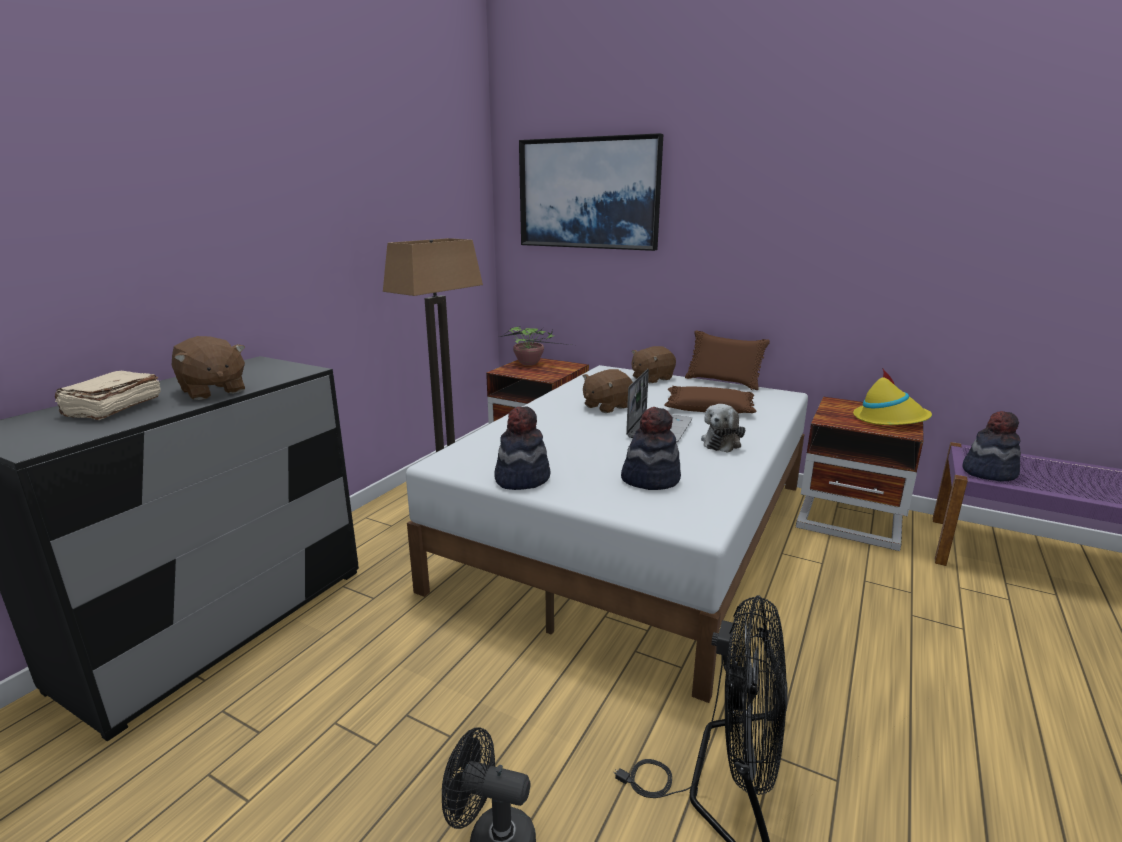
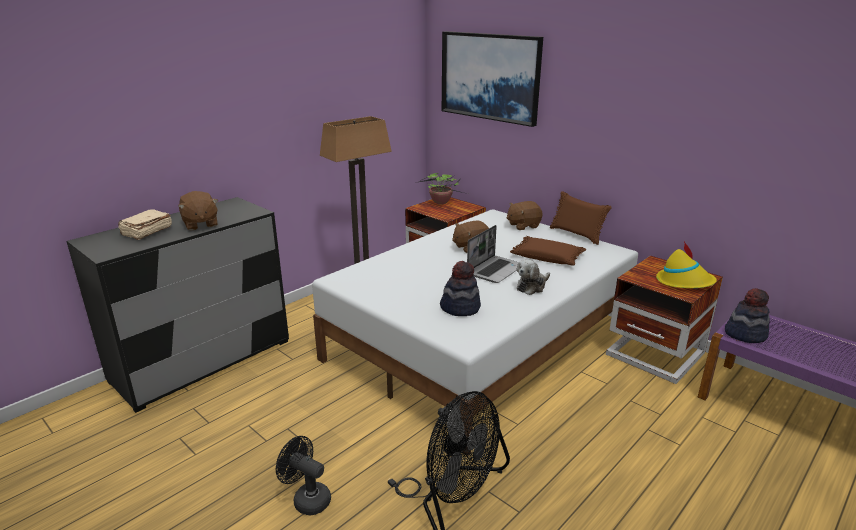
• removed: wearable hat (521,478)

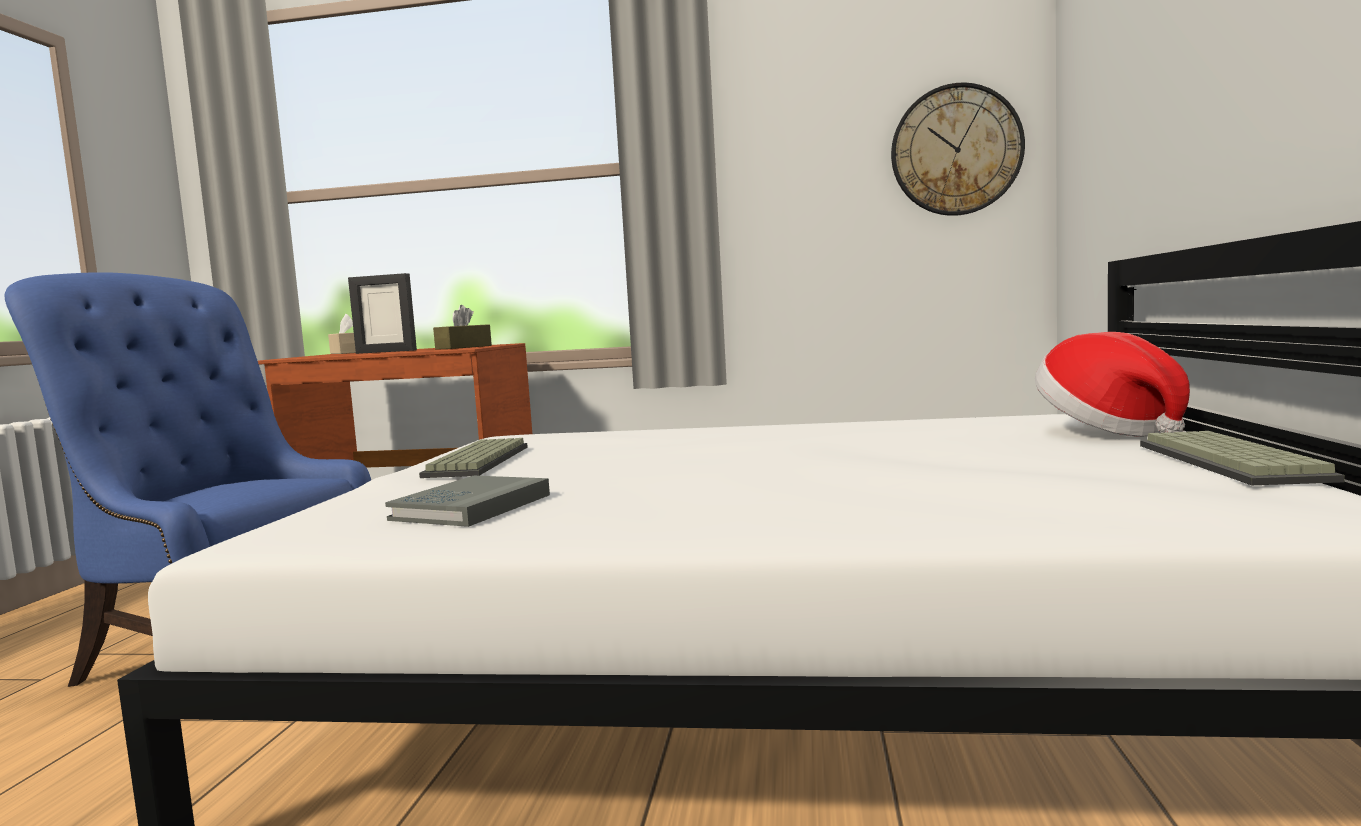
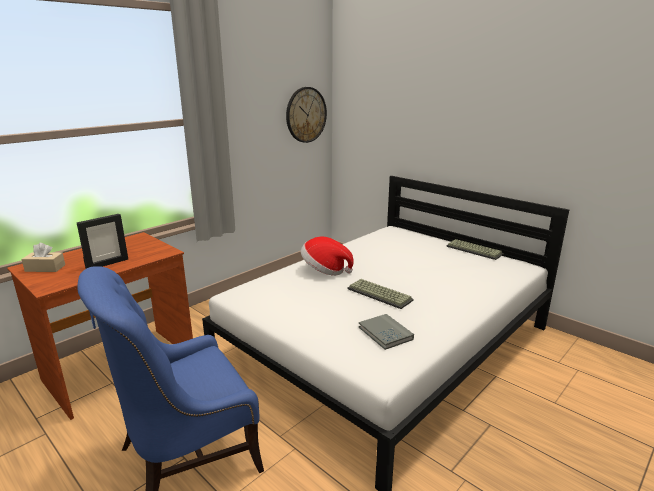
• removed: brown-coloured tissue box (463,347)
• moved: PC keyboard (480,461) to (380,294)
• moved: wearable hat (1107,430) to (325,270)

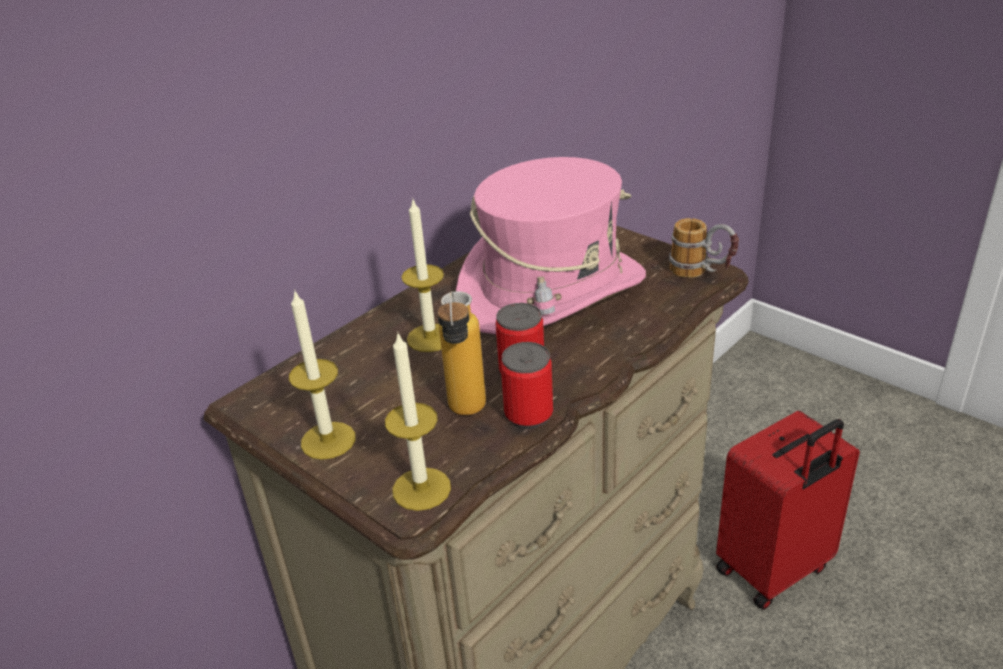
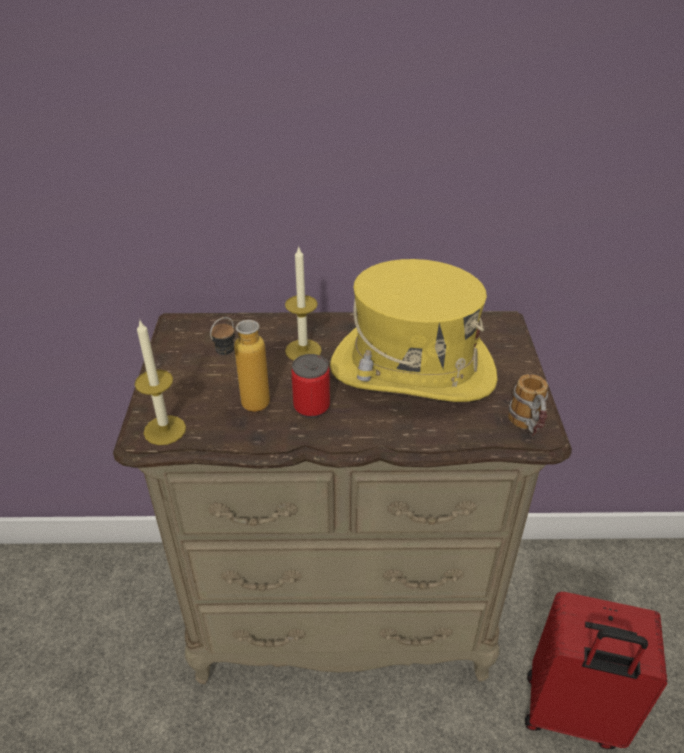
• removed: wax candle (328,440)
• removed: sealed can (528,414)
• recoloured: pink-coloured wearable hat (551,291) to yellow wearable hat (412,370)

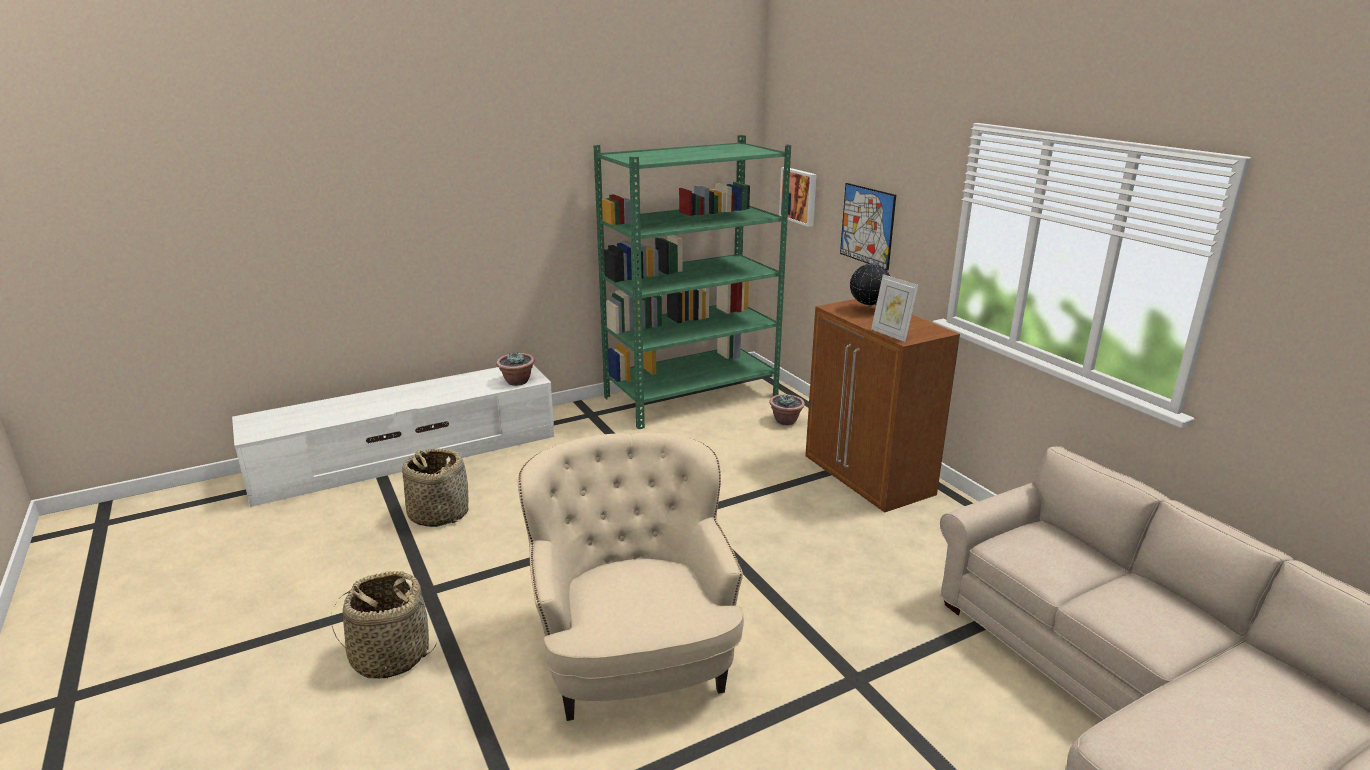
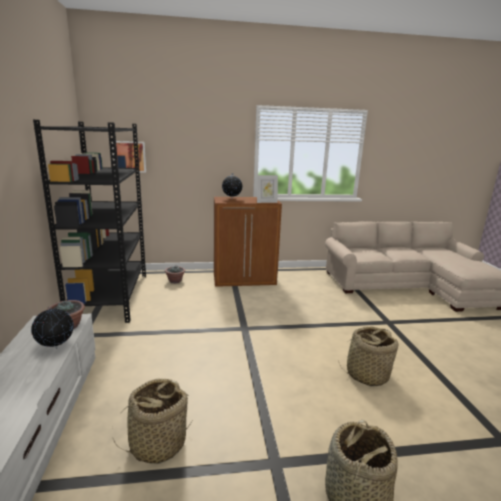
• removed: picture (867,225)
• added: globe (56,348)
• replaced: sand-coloured armchair (634,654) to household basket (366,374)
• recoloured: green-coloured shelving unit (691,396) to blackish shelving unit (111,296)

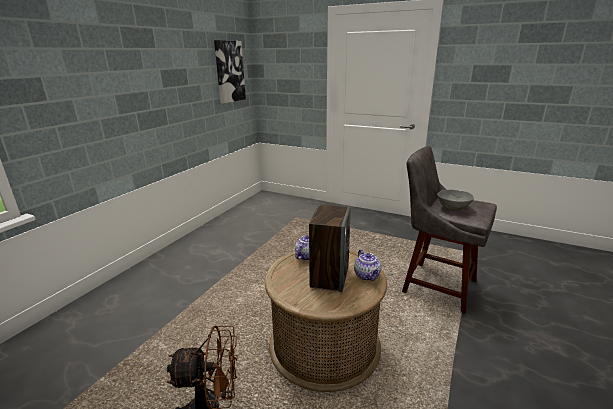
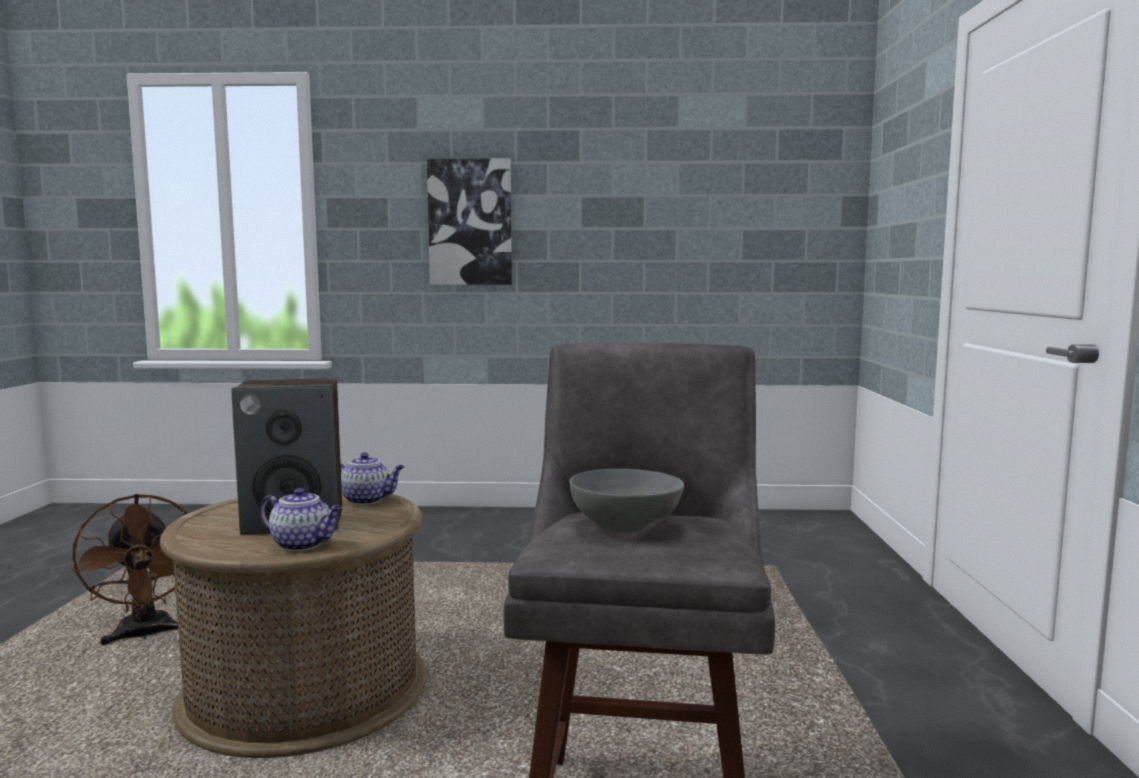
• moved: picture (229,71) to (470,222)
• turned: teapot (367,276) = (303,544) 120 degrees counterclockwise

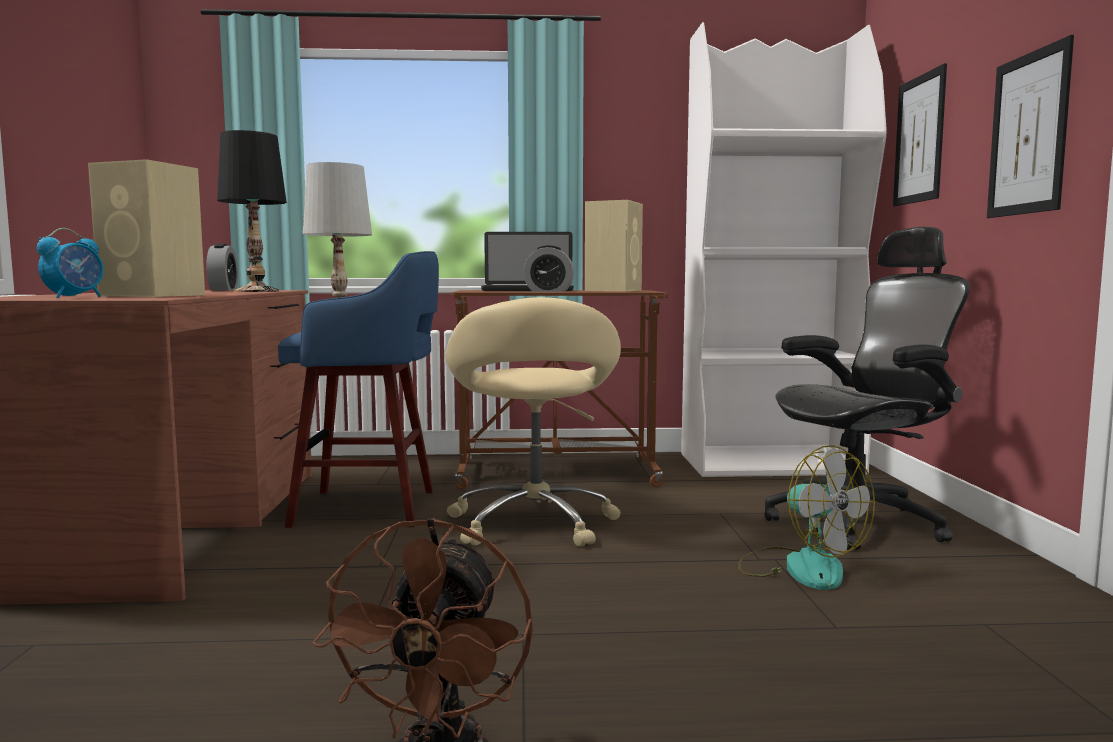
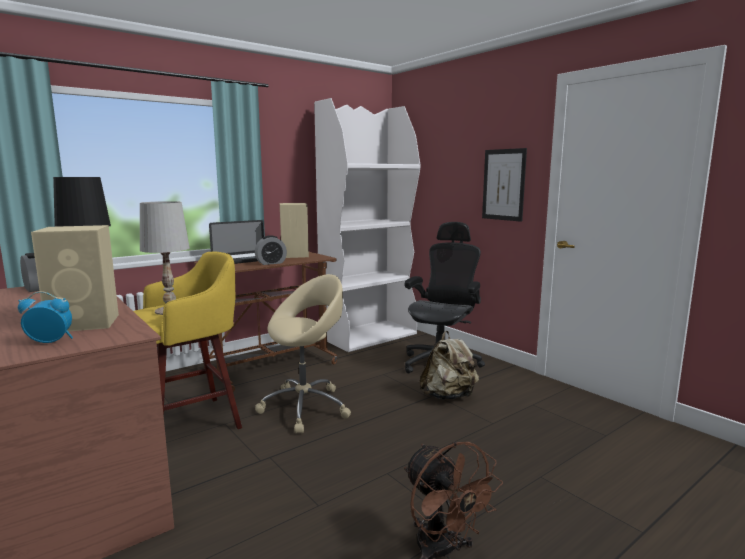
• removed: picture (919,139)
• replaced: fan (800,567) to sand-coloured backpack (448,396)
• recoloured: blue-coloured sitting stool (370,508) to yellow sitting stool (193,422)
• turned: table clock (75,297) = (50,341) 90 degrees counterclockwise
• turned: sand-coloured office chair (533,525) = (306,407) 75 degrees counterclockwise

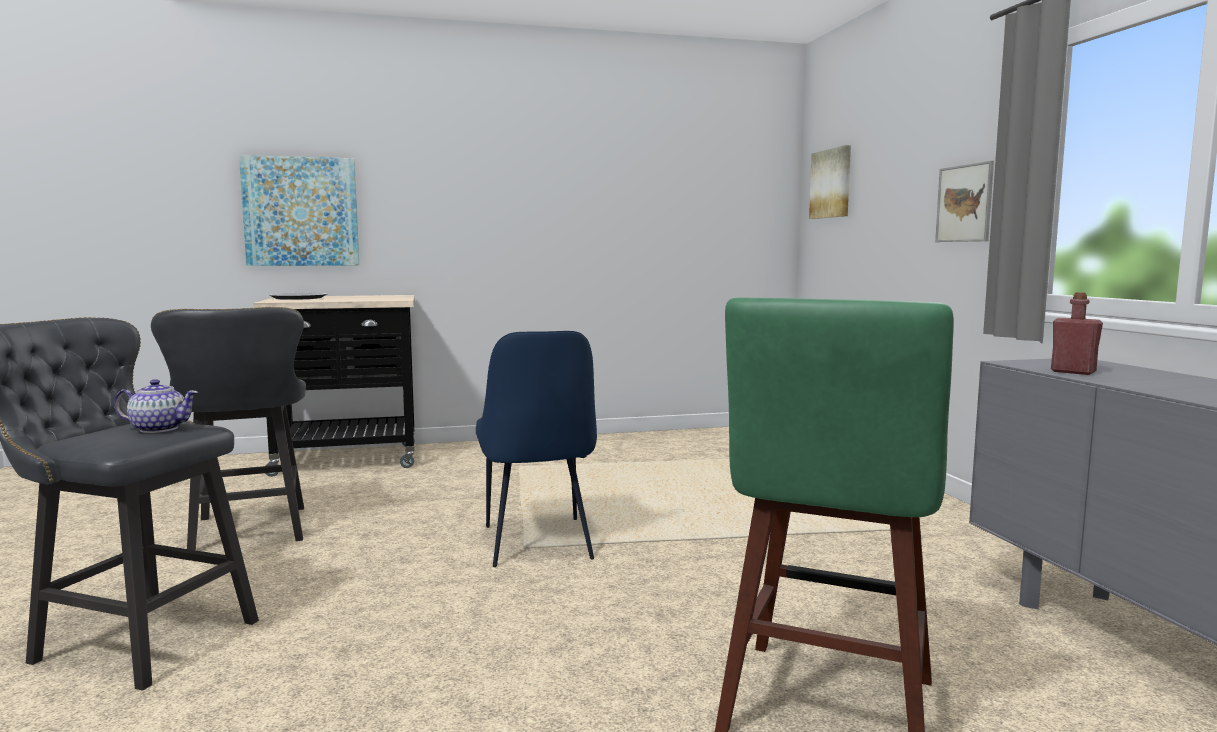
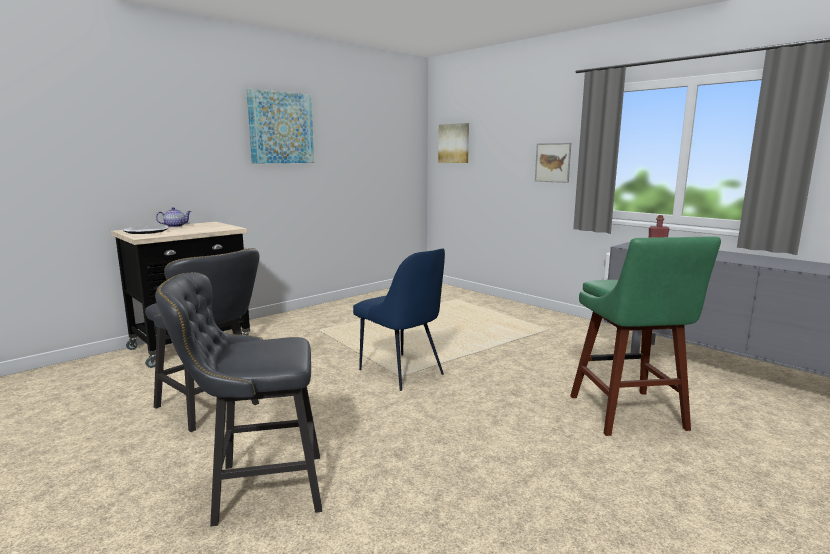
• moved: teapot (158,429) to (175,226)
• moved: picture (301,212) to (281,128)

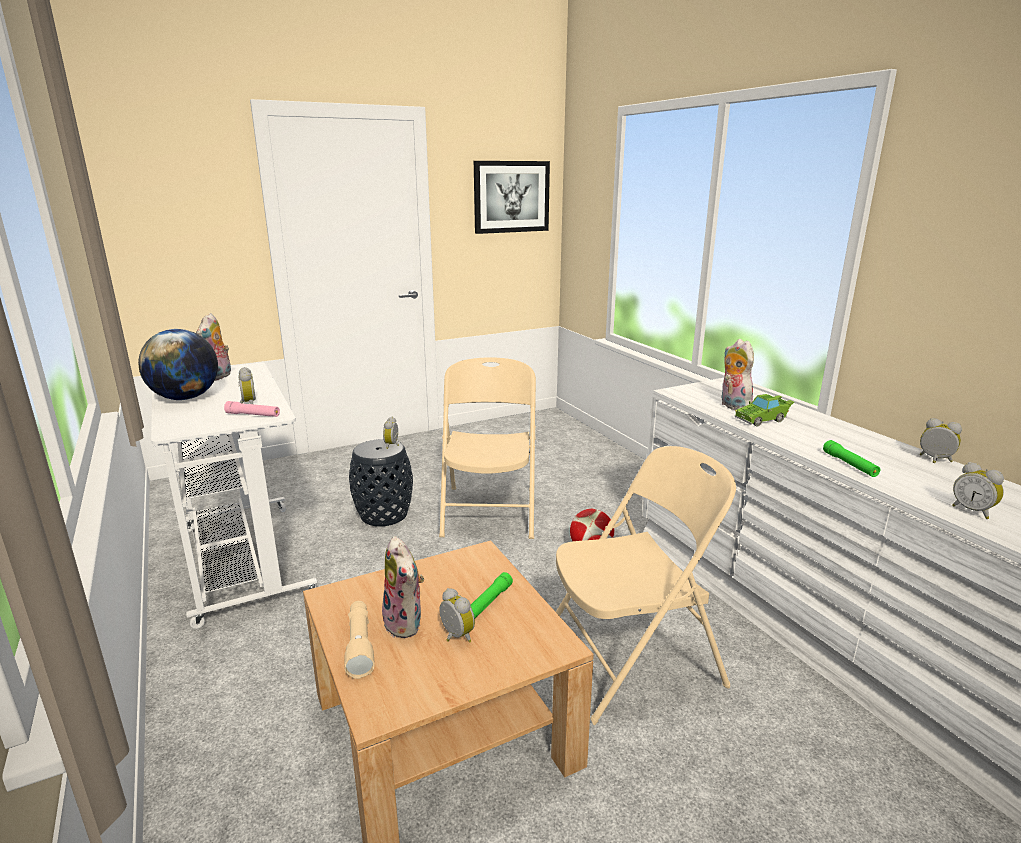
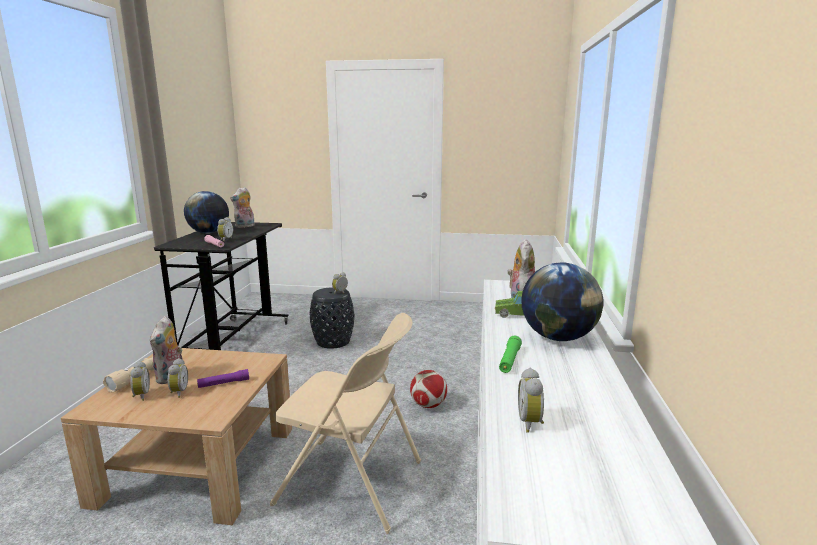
• removed: sand-coloured upright chair (490,512)
• removed: picture (511,197)
• added: globe (558,337)
• moved: table clock (934,460) to (140,396)
• recoloured: white-coloured desk table (245,561) to blackish desk table (235,343)
• recoloured: green-coloured hand torch (488,602) to purple-coloured hand torch (223,383)

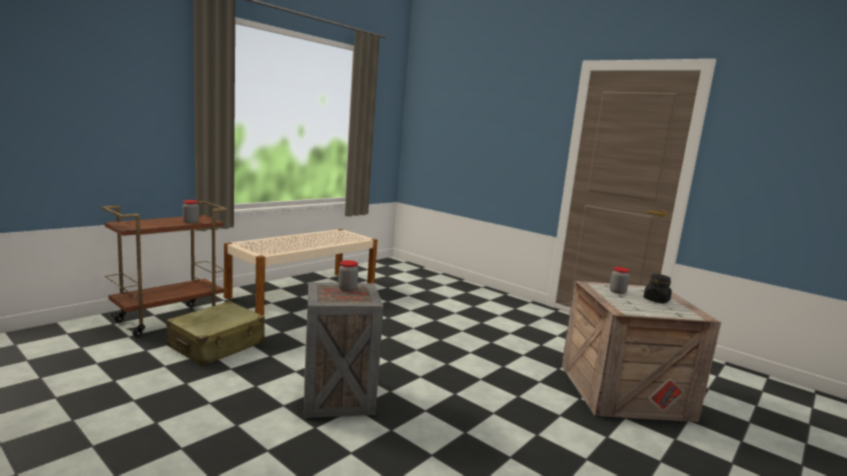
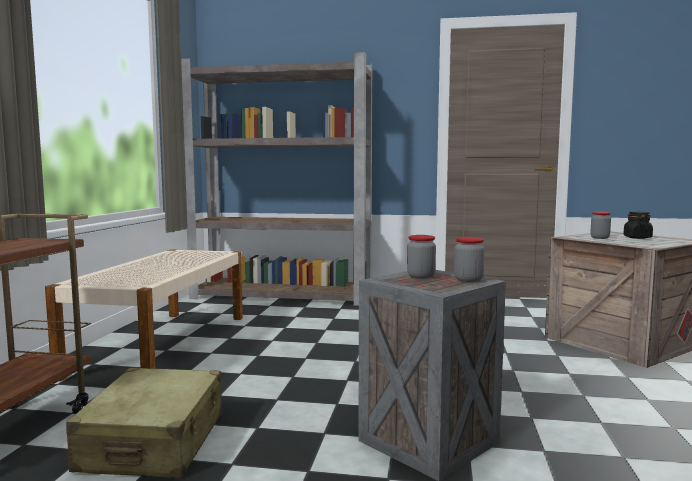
• added: brown-coloured shelving unit (282,295)
• moved: jar (190,222) to (468,280)

